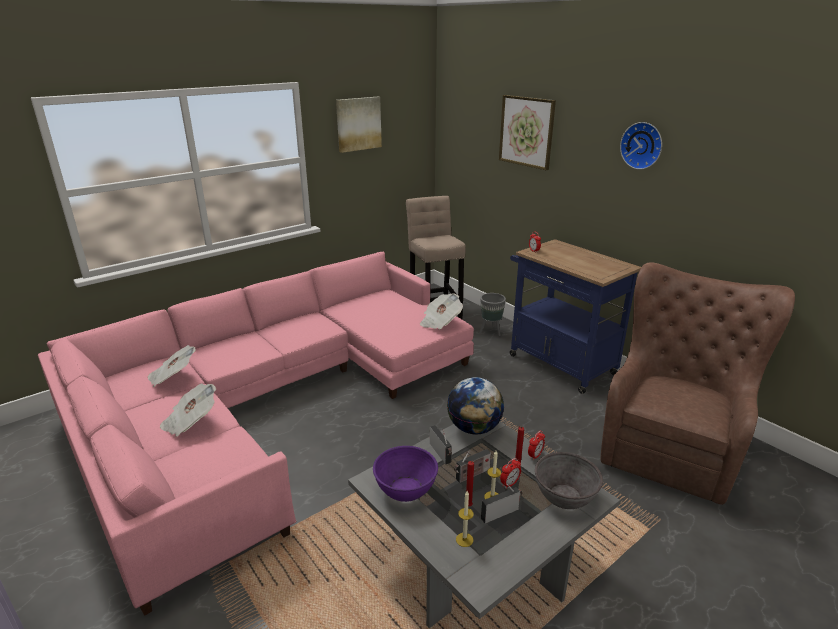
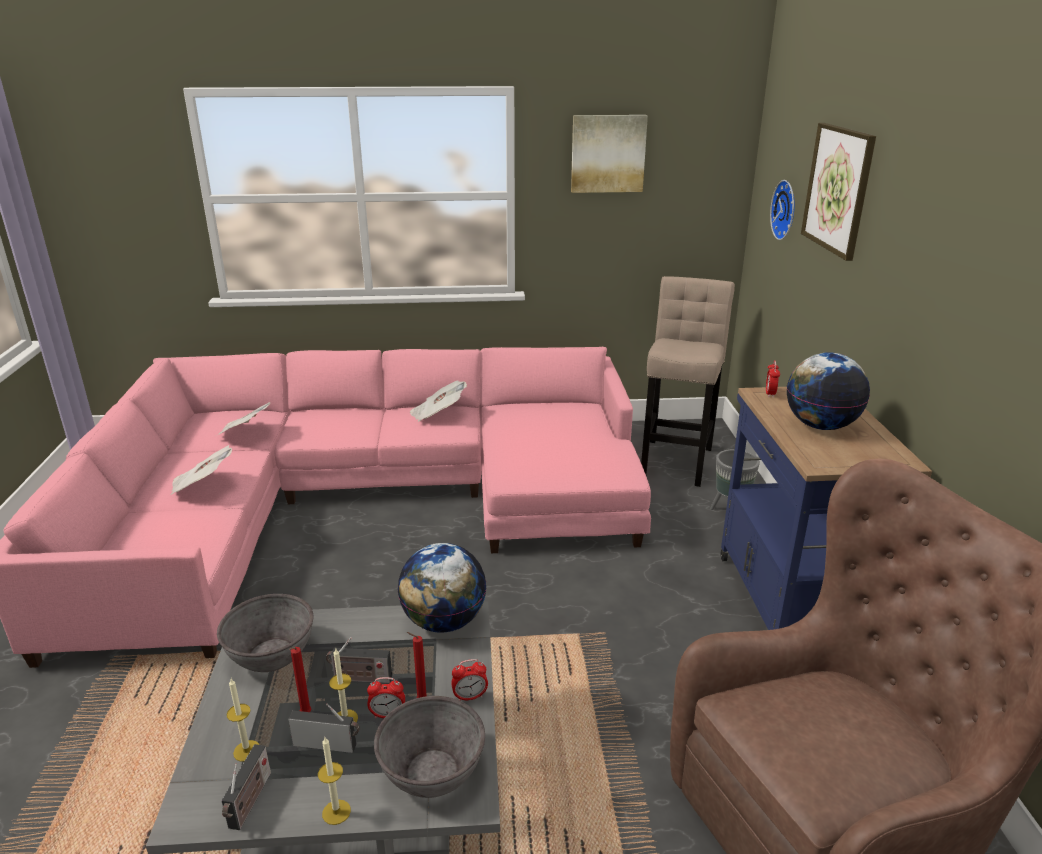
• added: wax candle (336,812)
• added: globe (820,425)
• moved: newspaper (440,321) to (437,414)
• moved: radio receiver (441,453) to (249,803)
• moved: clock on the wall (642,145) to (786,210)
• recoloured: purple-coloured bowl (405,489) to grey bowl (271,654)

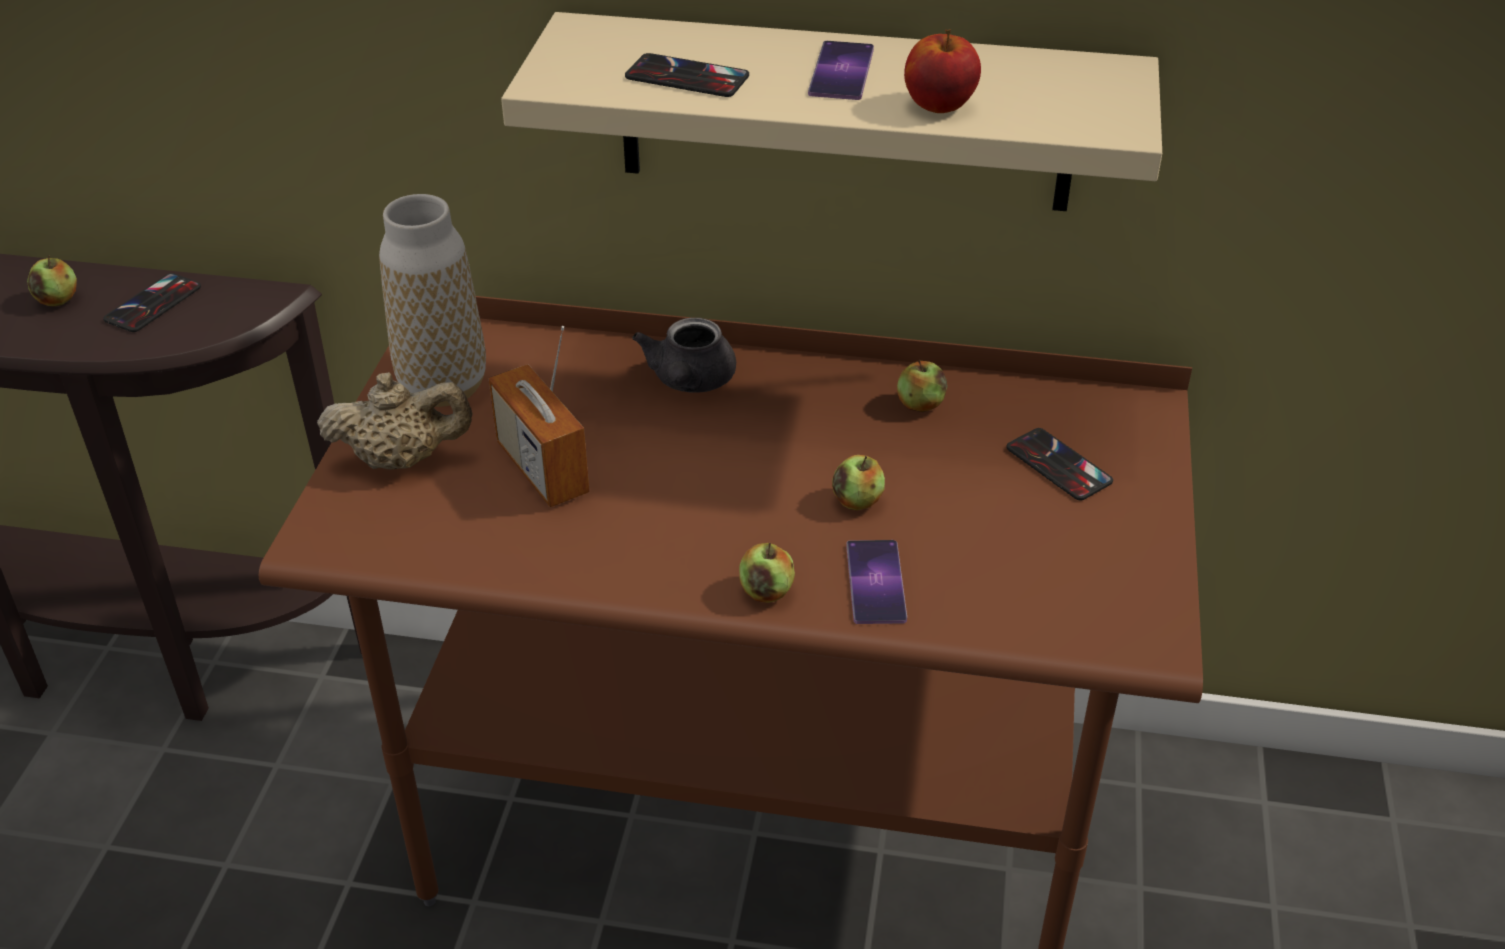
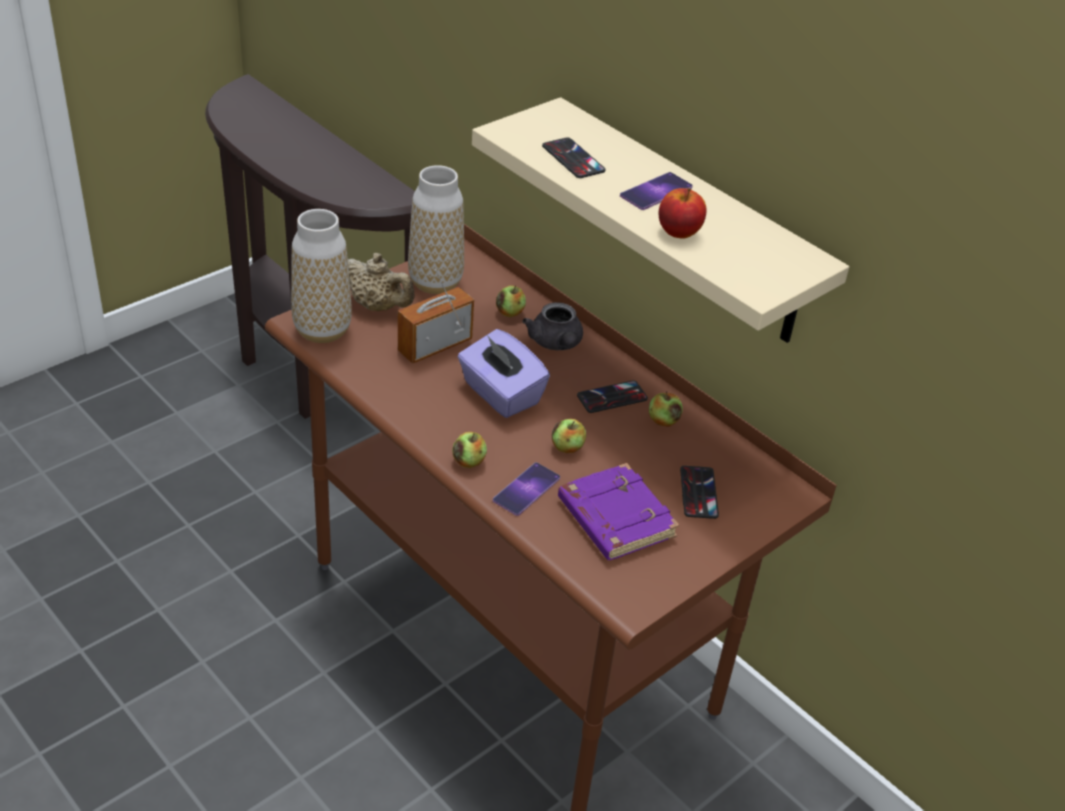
• added: decorative vase (322,330)
• added: purple-coloured tissue box (500,394)
• added: purple-coloured volume (614,518)
• moved: apple (58,300) to (510,312)
• moved: handset (153,304) to (612,397)
• turned: radio receiver (542,469) = (435,346) 45 degrees clockwise
• turned: grey teapot (689,382) = (556,344) 60 degrees counterclockwise

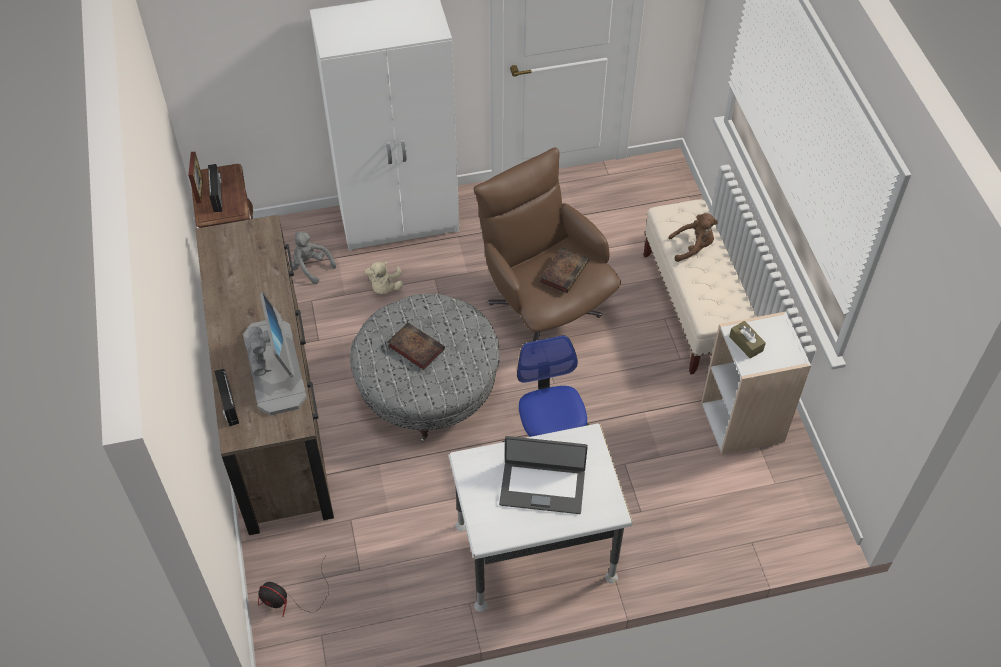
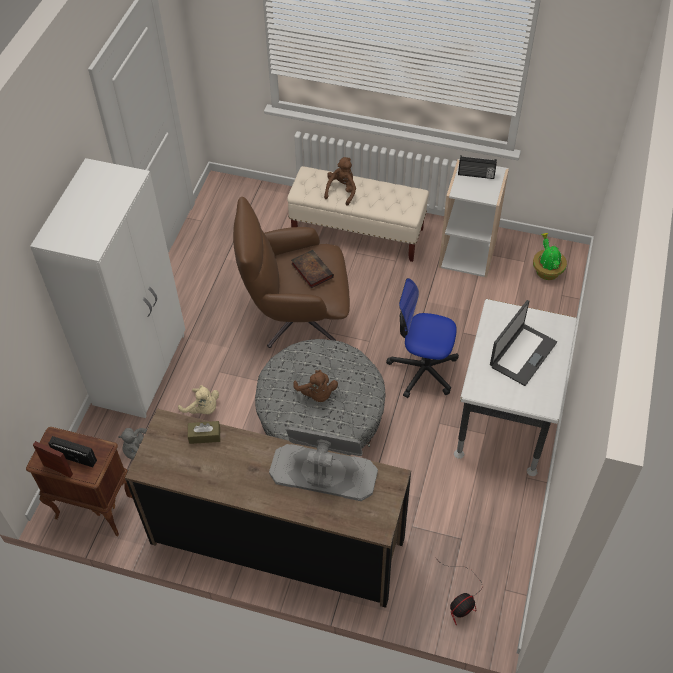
• added: potted plant (546,271)
• moved: radio receiver (228,405) to (476,175)
• moved: brown-coloured tissue box (746,343) to (204,435)
• replaced: volume (414,347) to brown-coloured plush toy (317,394)

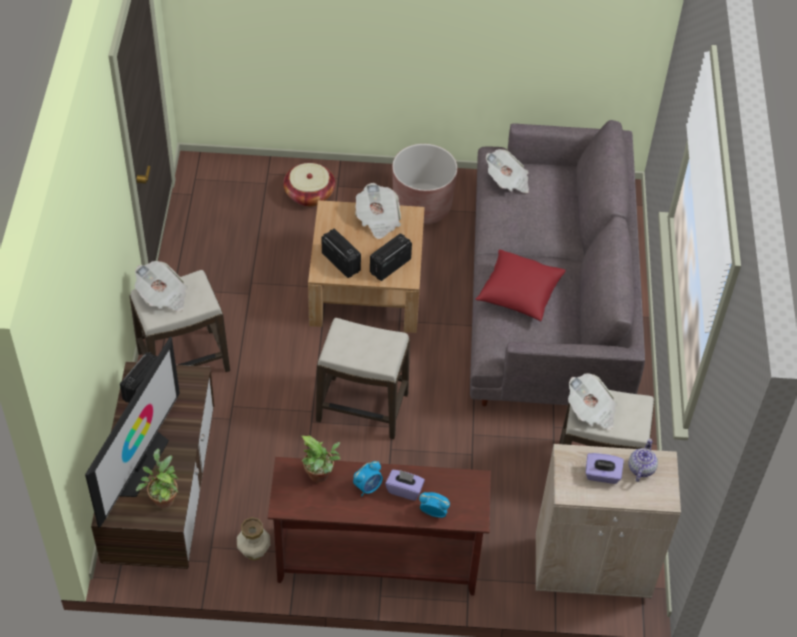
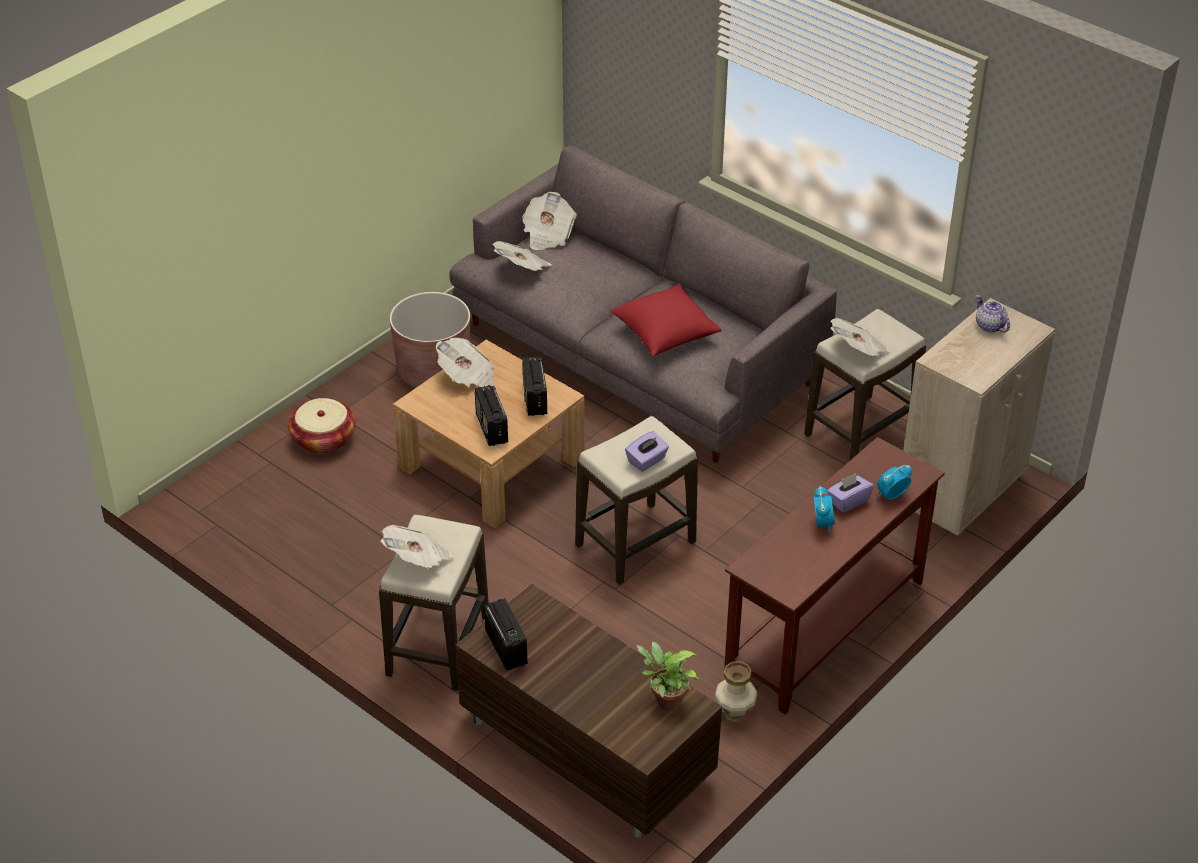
• removed: TV (139,463)
• removed: potted plant (321,476)
• added: newspaper (548,234)
• moved: purple-coloured tissue box (602,475) to (647,461)
• turned: radio receiver (340,262) = (491,428) 105 degrees counterclockwise

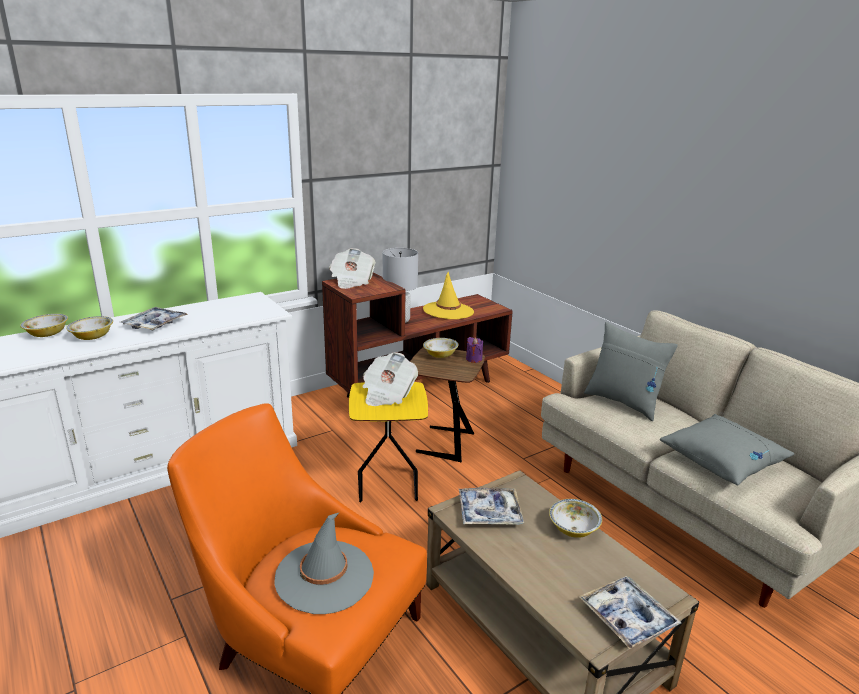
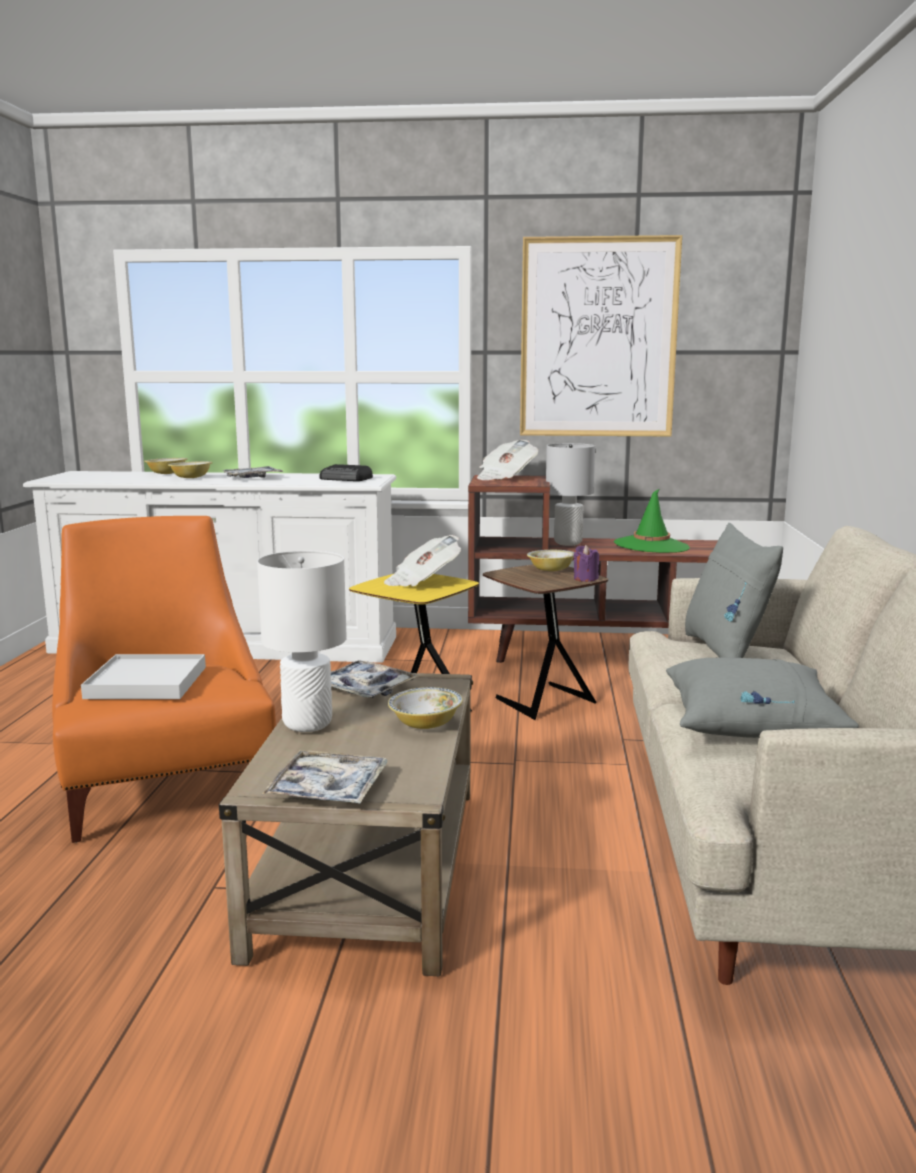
• added: white-coloured lamp for a table (307,727)
• added: radio receiver (346,479)
• added: picture (598,338)
• replaced: grey wearable hat (324,576) to white-coloured carrying tray (146,682)
• recoloured: yellow wearable hat (448,311) to green-coloured wearable hat (651,546)

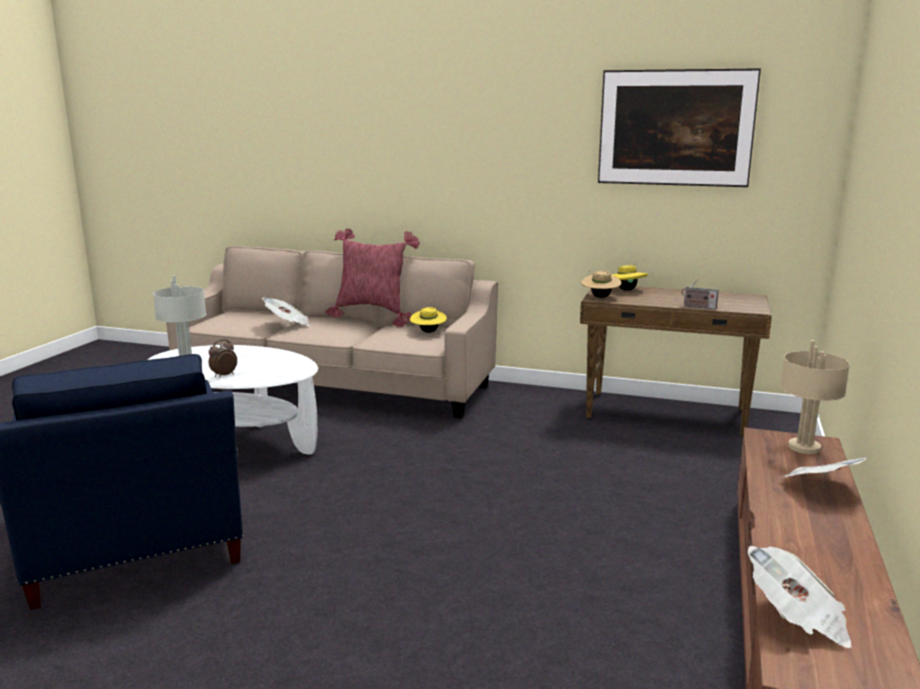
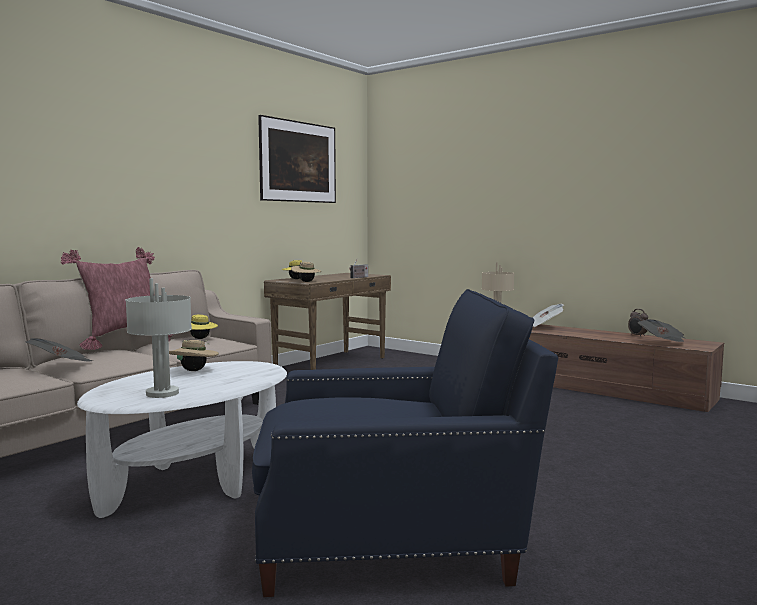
• added: sand-coloured wearable hat (194,371)
• moved: table clock (223,375) to (637,336)

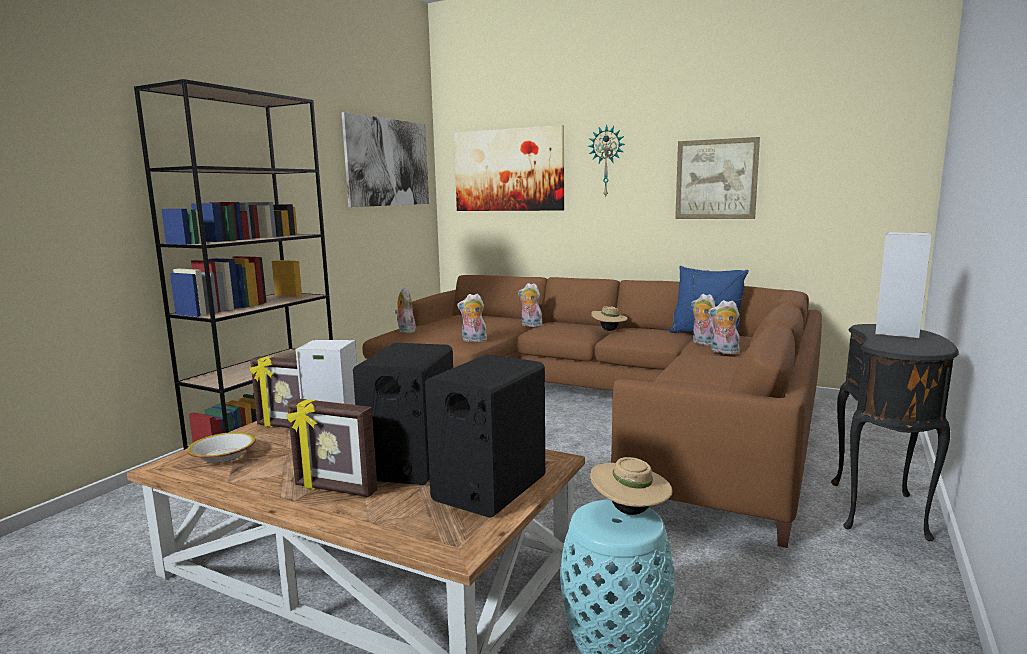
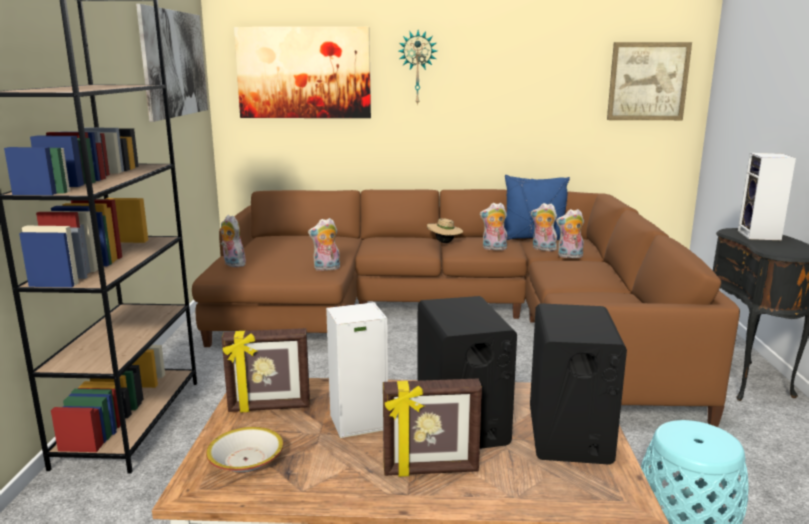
• removed: sand-coloured wearable hat (630,512)
• moved: plush toy (530,325) to (493,249)
• moved: picture (716,179) to (648,81)

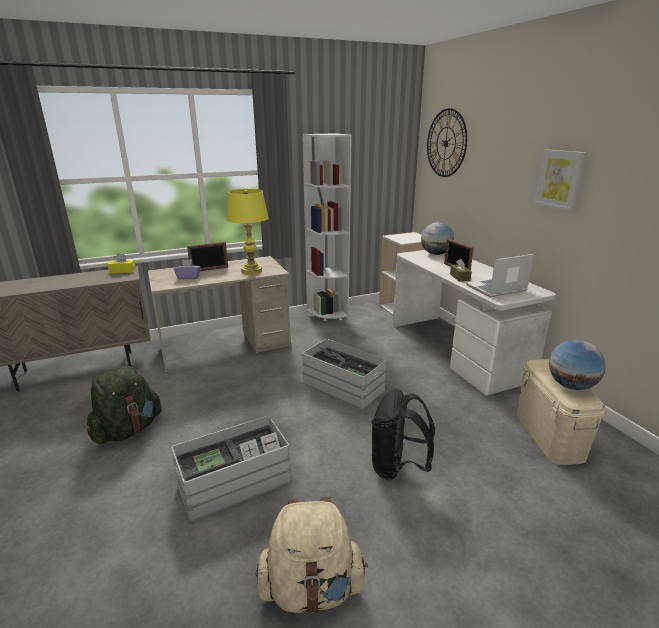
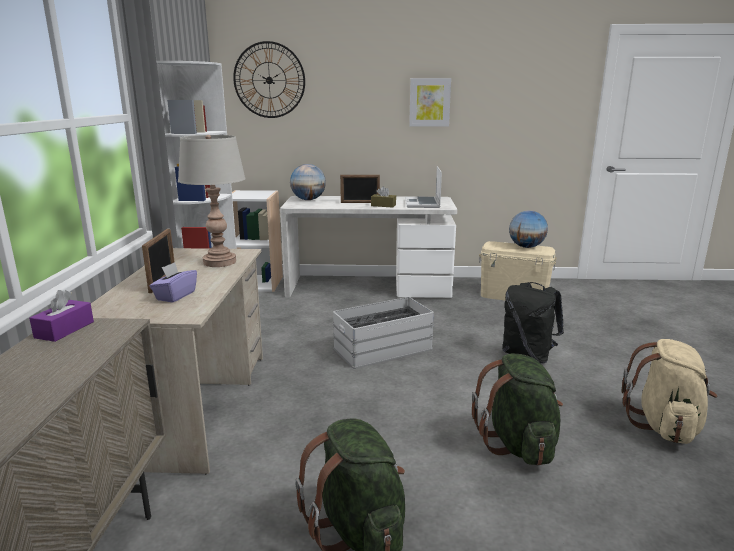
• replaced: grey storage container (234,481) to green-coloured backpack (518,444)
• recoloured: yellow tissue box (122,271) to purple-coloured tissue box (64,329)
• recoloured: yellow lamp for a table (251,271) to grey lamp for a table (219,262)

